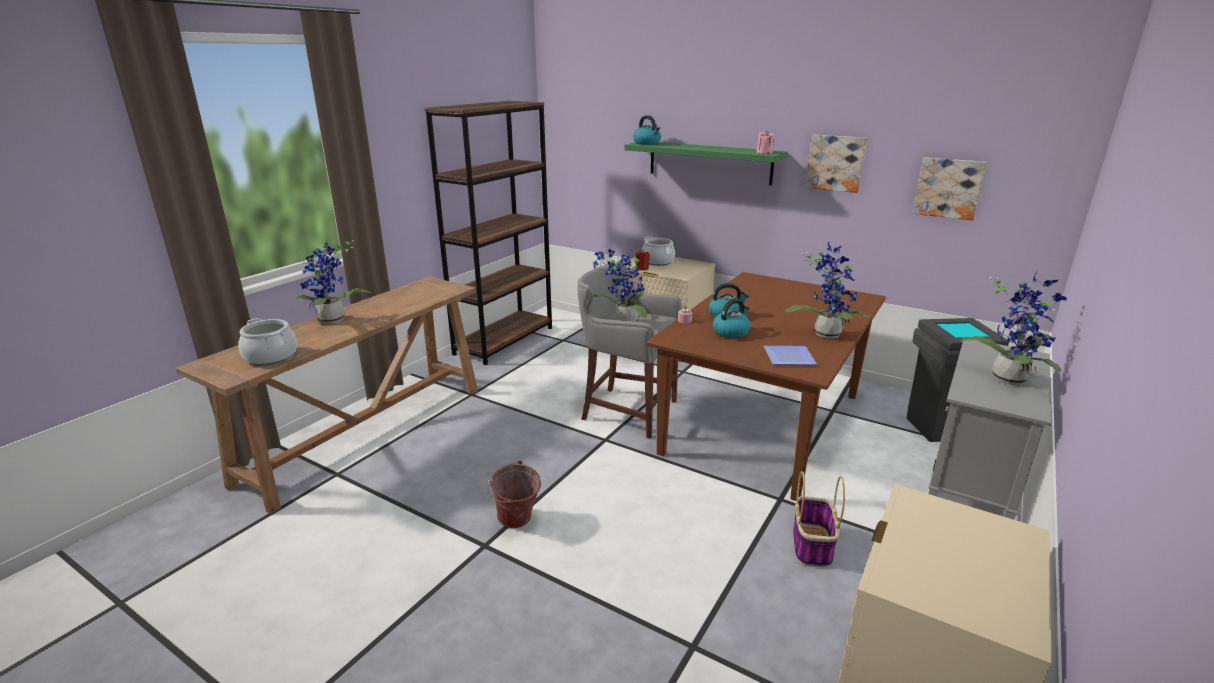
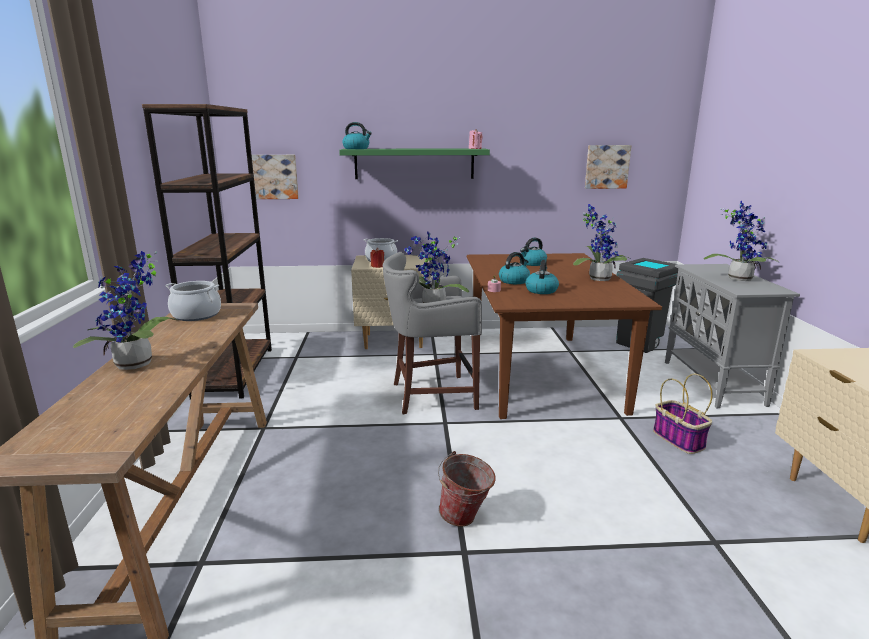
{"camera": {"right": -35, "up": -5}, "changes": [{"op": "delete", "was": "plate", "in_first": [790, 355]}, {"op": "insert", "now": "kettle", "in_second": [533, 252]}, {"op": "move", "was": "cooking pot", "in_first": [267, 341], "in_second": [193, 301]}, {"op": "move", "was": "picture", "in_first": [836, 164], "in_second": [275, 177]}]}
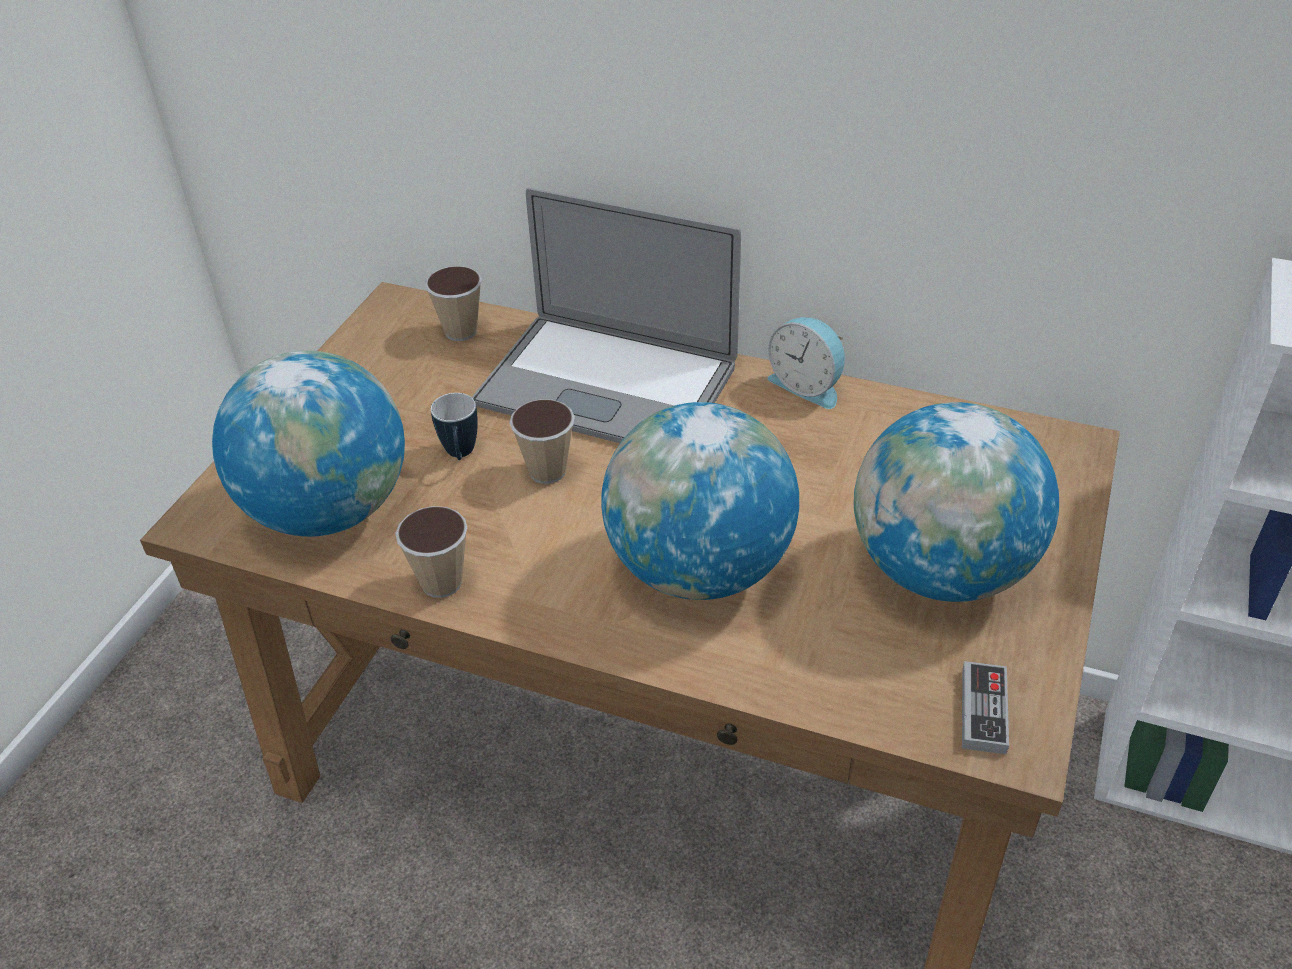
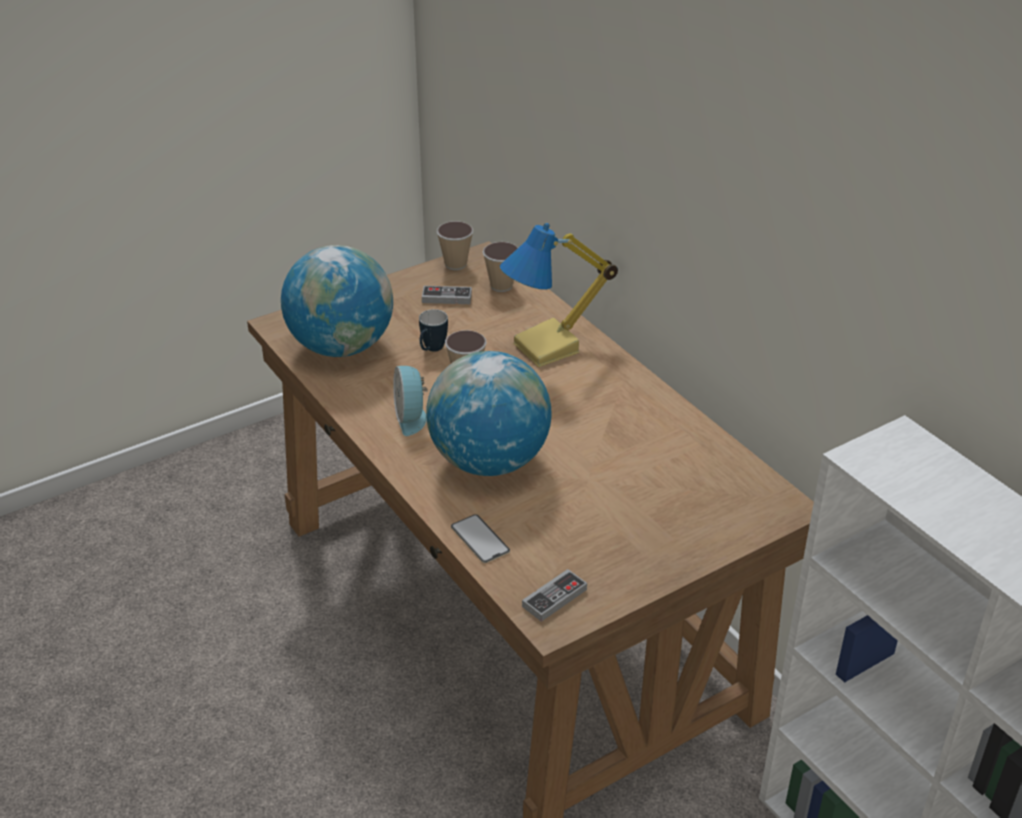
{"camera": {"right": 35, "up": -5}, "changes": [{"op": "delete", "was": "globe", "in_first": [956, 502]}, {"op": "insert", "now": "game controller", "in_second": [447, 295]}, {"op": "insert", "now": "phone", "in_second": [480, 538]}, {"op": "move", "was": "cup", "in_first": [431, 552], "in_second": [455, 245]}, {"op": "move", "was": "alarm clock", "in_first": [806, 363], "in_second": [410, 401]}, {"op": "replace", "was": "laptop", "now": "table lamp", "in_first": [606, 315], "in_second": [559, 295]}]}
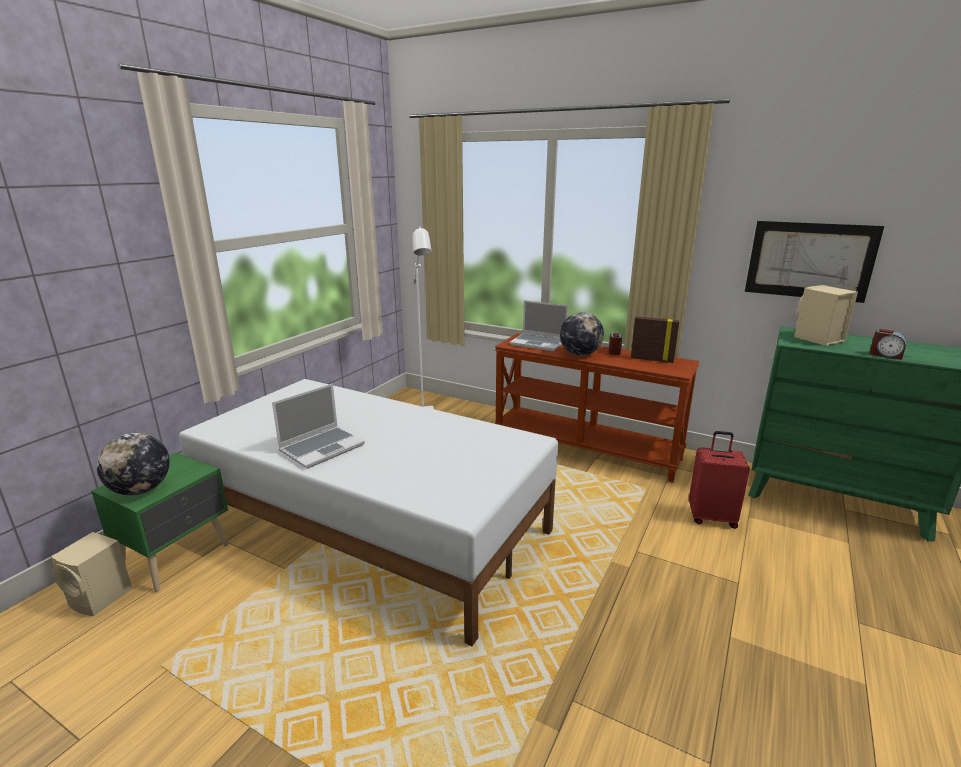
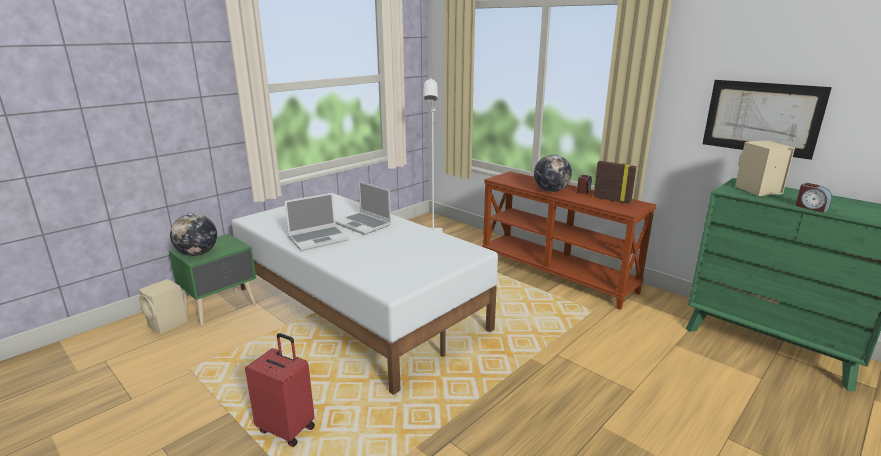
{"camera": {"right": 15, "up": 0}, "changes": [{"op": "move", "was": "laptop", "in_first": [539, 325], "in_second": [363, 208]}, {"op": "move", "was": "red suitcase", "in_first": [719, 480], "in_second": [280, 390]}]}
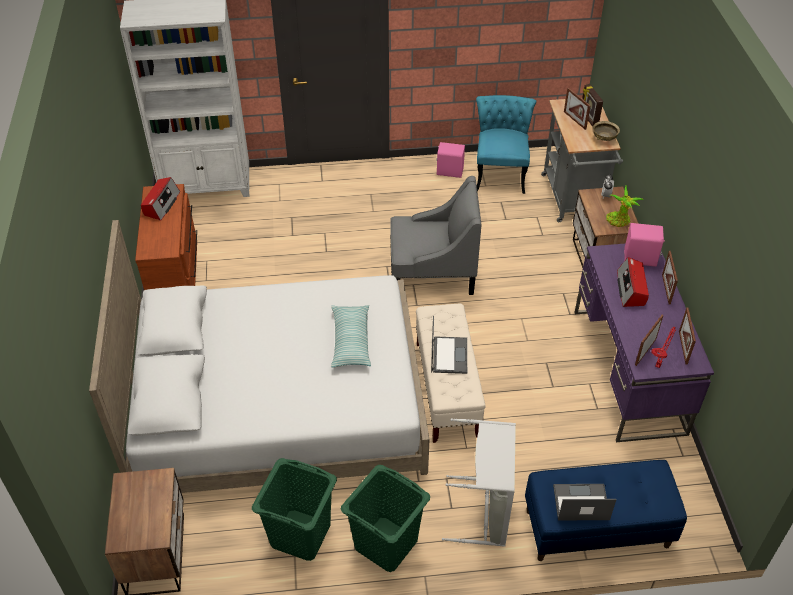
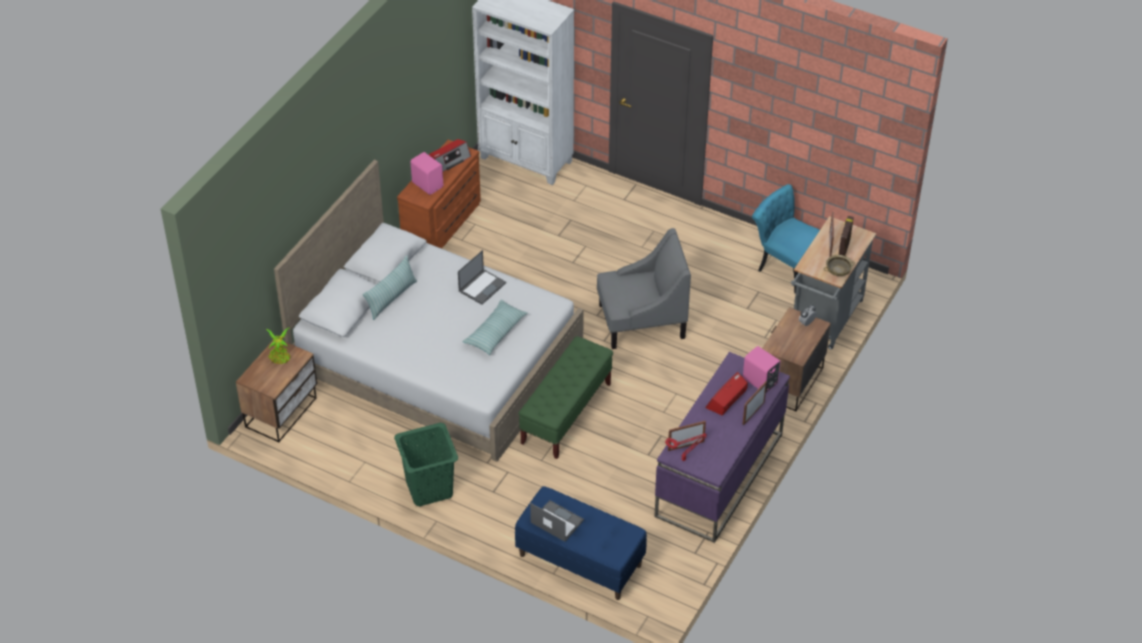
{"camera": {"right": 35, "up": 0}, "changes": [{"op": "delete", "was": "green laundry basket", "in_first": [294, 509]}, {"op": "delete", "was": "grey laundry basket", "in_first": [479, 482]}, {"op": "delete", "was": "picture frame", "in_first": [687, 336]}, {"op": "insert", "now": "pillow", "in_second": [390, 287]}, {"op": "move", "was": "laptop", "in_first": [449, 345], "in_second": [482, 277]}, {"op": "move", "was": "pink speaker", "in_first": [450, 160], "in_second": [427, 173]}, {"op": "move", "was": "potted plant", "in_first": [625, 206], "in_second": [278, 346]}, {"op": "recolor", "was": "beige bench", "now": "green bench", "in_first": [451, 373], "in_second": [565, 397]}, {"op": "rotate", "was": "grey armchair", "in_first": [435, 235], "in_second": [644, 288], "clockwise": -45}, {"op": "rotate", "was": "turquoise chair", "in_first": [506, 144], "in_second": [786, 239], "clockwise": -90}]}
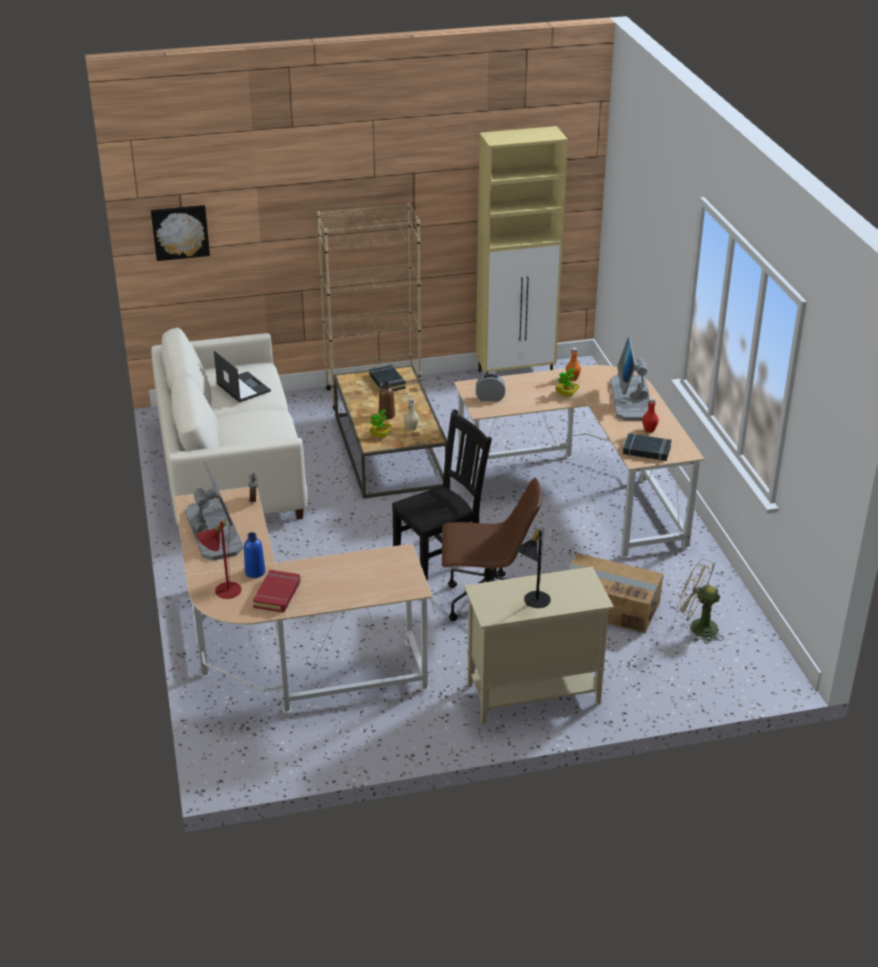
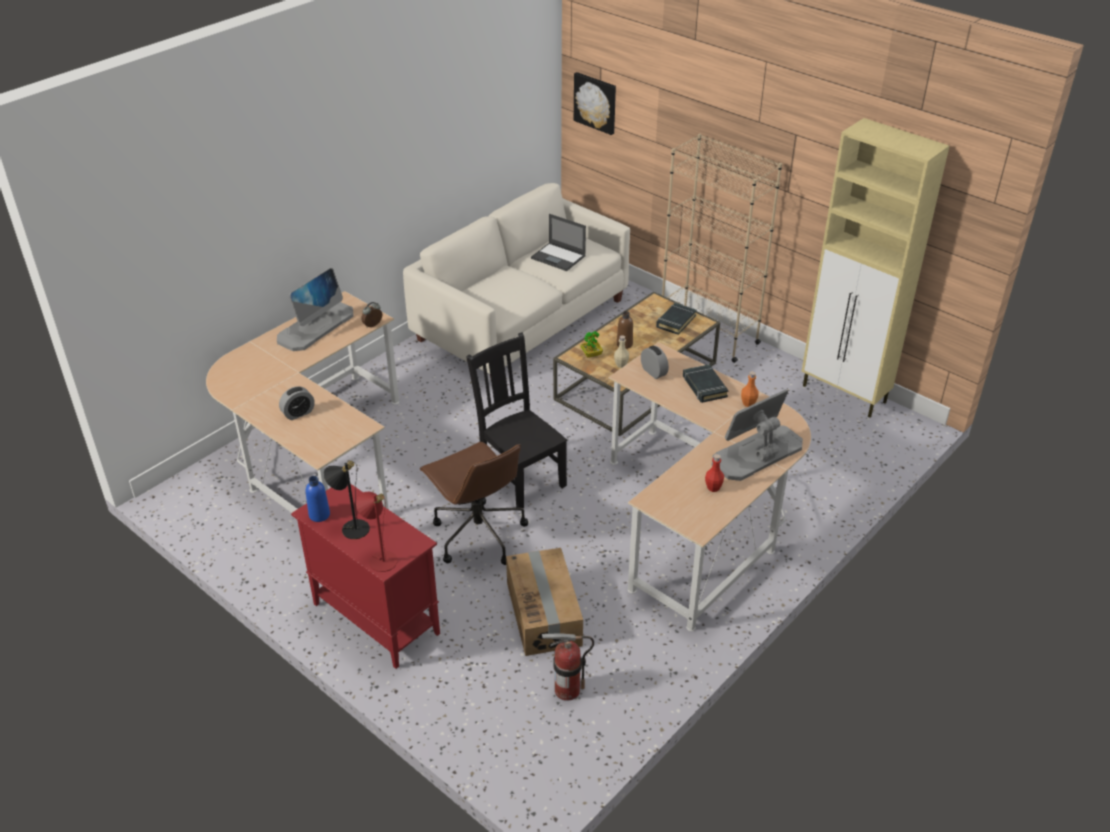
{"camera": {"right": 55, "up": 5}, "changes": [{"op": "delete", "was": "red book", "in_first": [277, 591]}, {"op": "delete", "was": "potted plant", "in_first": [567, 382]}, {"op": "insert", "now": "alarm clock", "in_second": [297, 403]}, {"op": "move", "was": "red table lamp", "in_first": [219, 559], "in_second": [377, 531]}, {"op": "move", "was": "blue bottle", "in_first": [254, 555], "in_second": [318, 499]}, {"op": "move", "was": "black book", "in_first": [647, 447], "in_second": [705, 383]}, {"op": "replace", "was": "beige fan", "now": "fire extinguisher", "in_first": [700, 601], "in_second": [568, 667]}, {"op": "recolor", "was": "beige cabinet", "now": "red cabinet", "in_first": [539, 645], "in_second": [365, 576]}, {"op": "rotate", "was": "laptop", "in_first": [242, 376], "in_second": [558, 242], "clockwise": 105}, {"op": "rotate", "was": "black chair", "in_first": [442, 495], "in_second": [516, 420], "clockwise": -150}]}
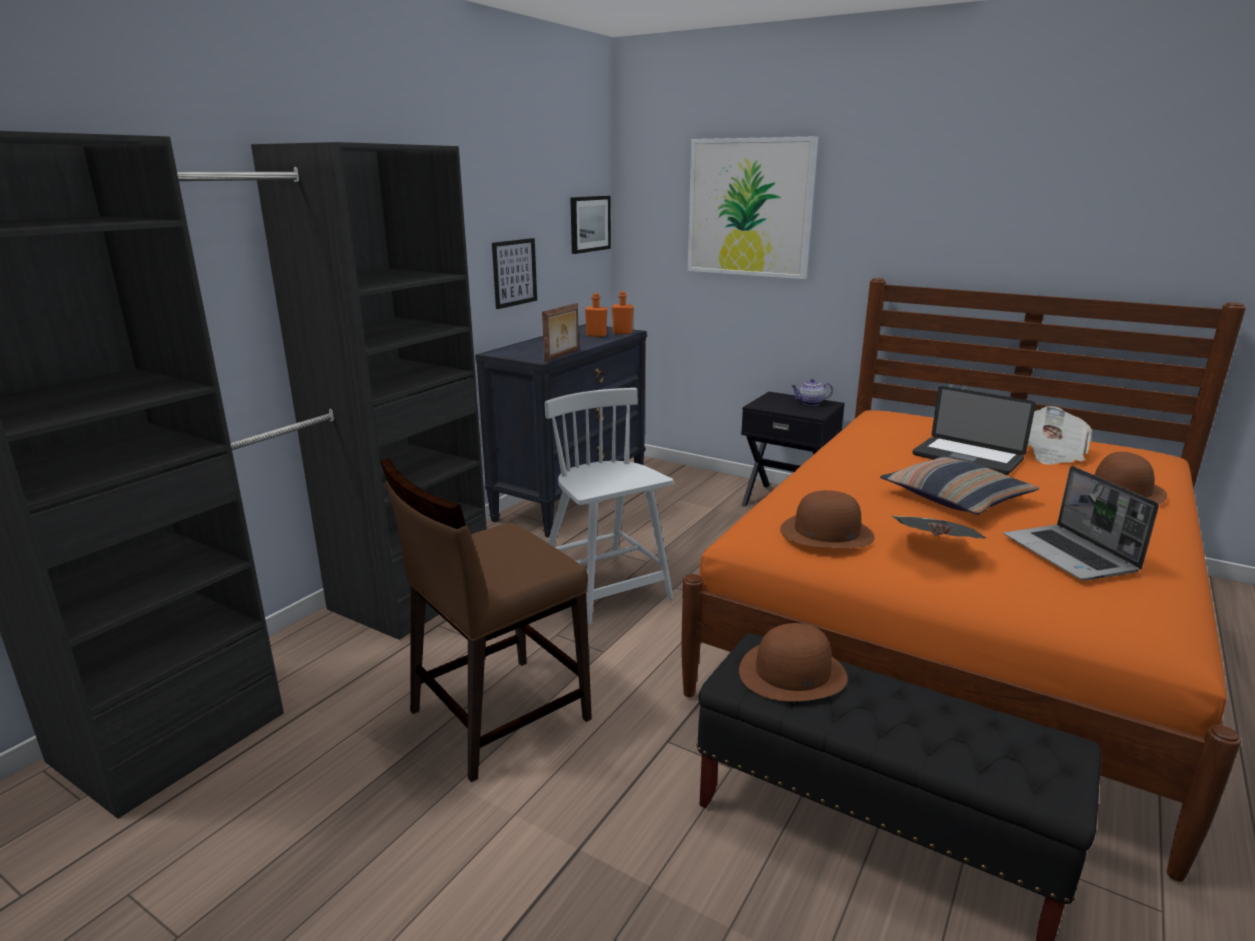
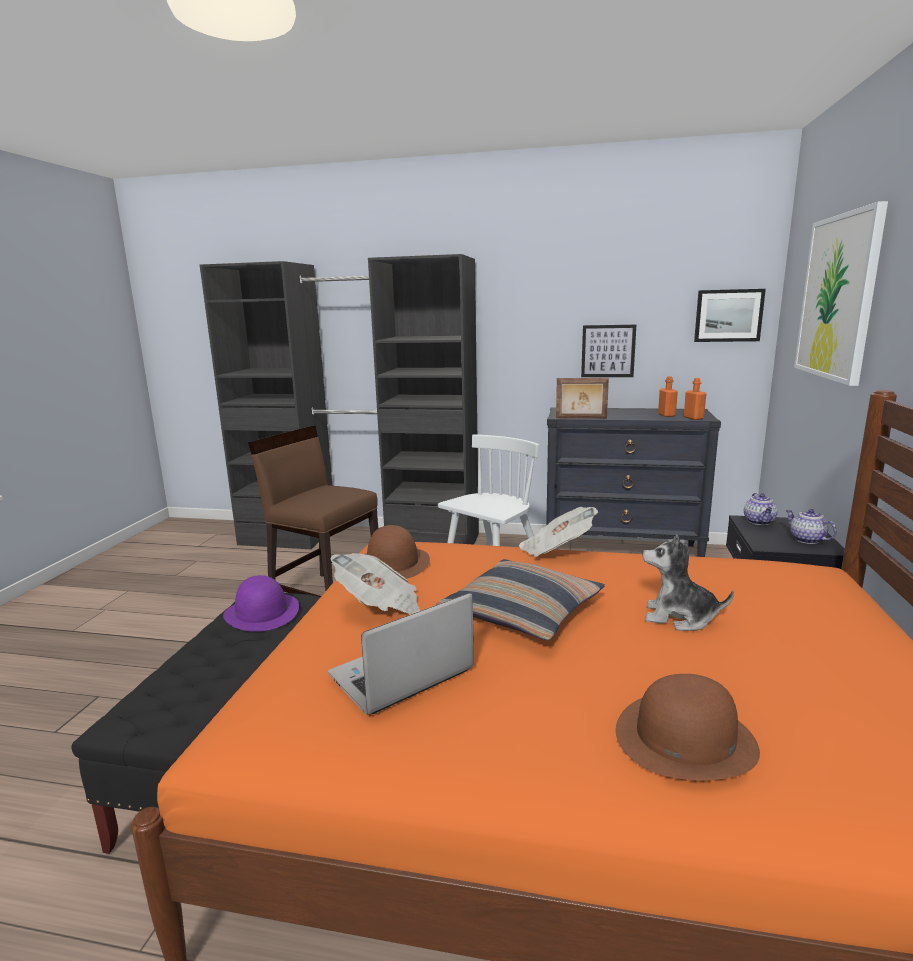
{"camera": {"right": 70, "up": -5}, "changes": [{"op": "insert", "now": "teapot", "in_second": [761, 509]}, {"op": "move", "was": "newspaper", "in_first": [1060, 435], "in_second": [558, 532]}, {"op": "replace", "was": "laptop", "now": "plush toy", "in_first": [974, 430], "in_second": [688, 582]}, {"op": "recolor", "was": "brown hat", "now": "purple hat", "in_first": [793, 662], "in_second": [261, 603]}]}
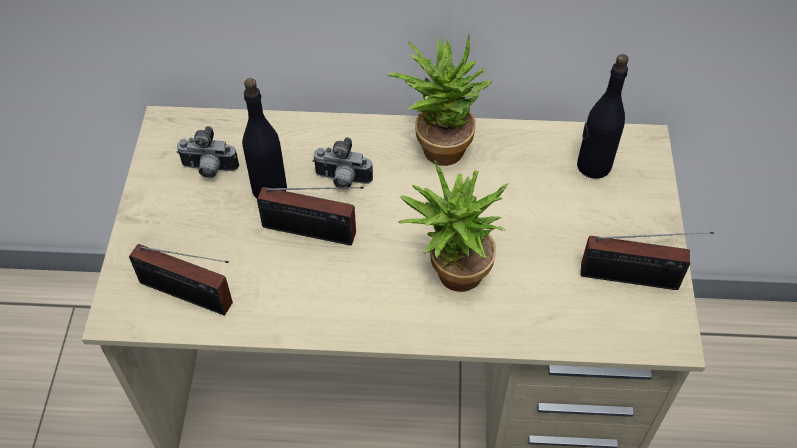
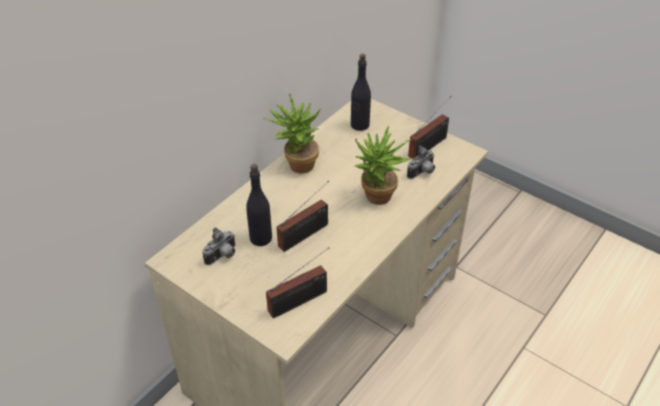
{"camera": {"right": -55, "up": -10}, "changes": [{"op": "move", "was": "photo camera", "in_first": [343, 163], "in_second": [421, 162]}]}
